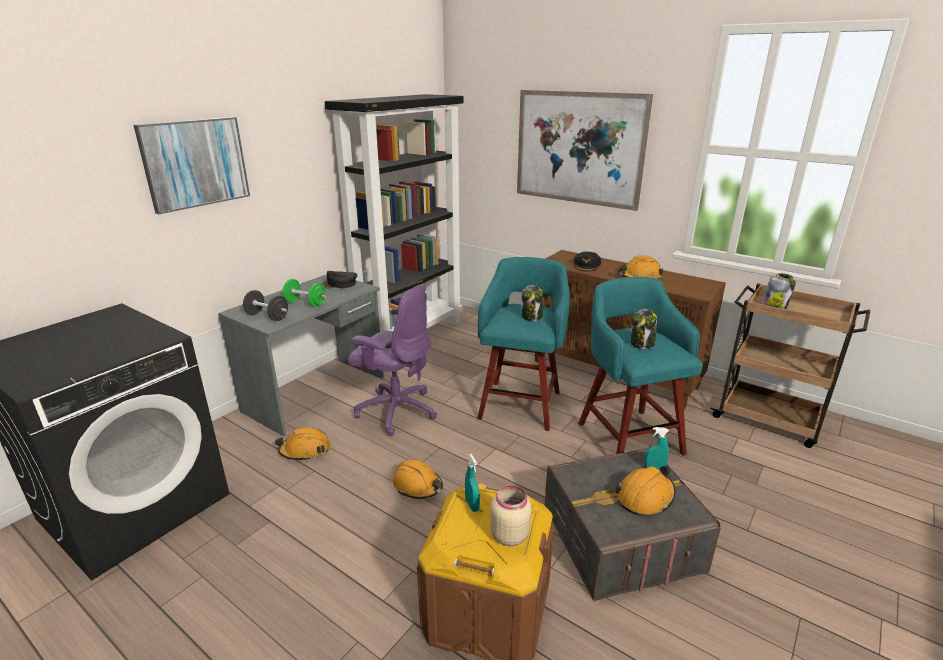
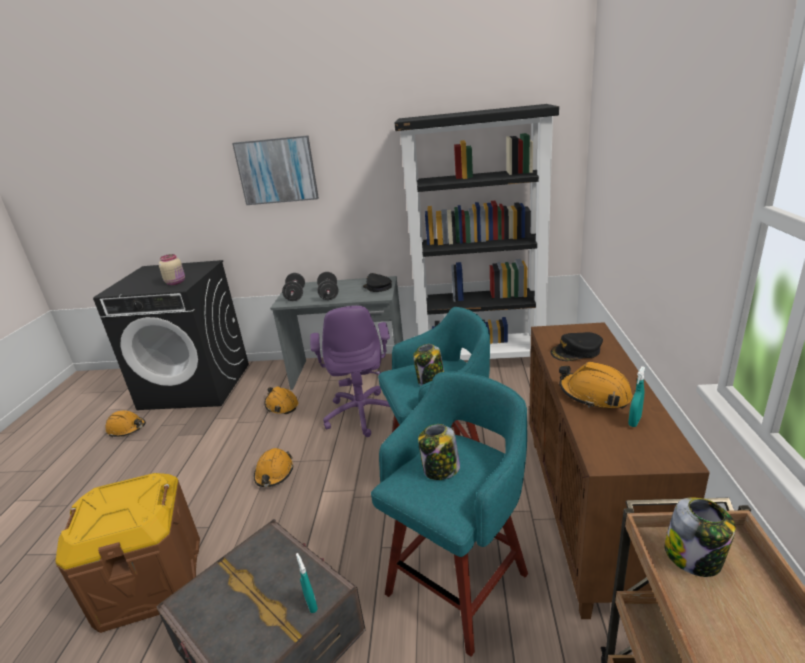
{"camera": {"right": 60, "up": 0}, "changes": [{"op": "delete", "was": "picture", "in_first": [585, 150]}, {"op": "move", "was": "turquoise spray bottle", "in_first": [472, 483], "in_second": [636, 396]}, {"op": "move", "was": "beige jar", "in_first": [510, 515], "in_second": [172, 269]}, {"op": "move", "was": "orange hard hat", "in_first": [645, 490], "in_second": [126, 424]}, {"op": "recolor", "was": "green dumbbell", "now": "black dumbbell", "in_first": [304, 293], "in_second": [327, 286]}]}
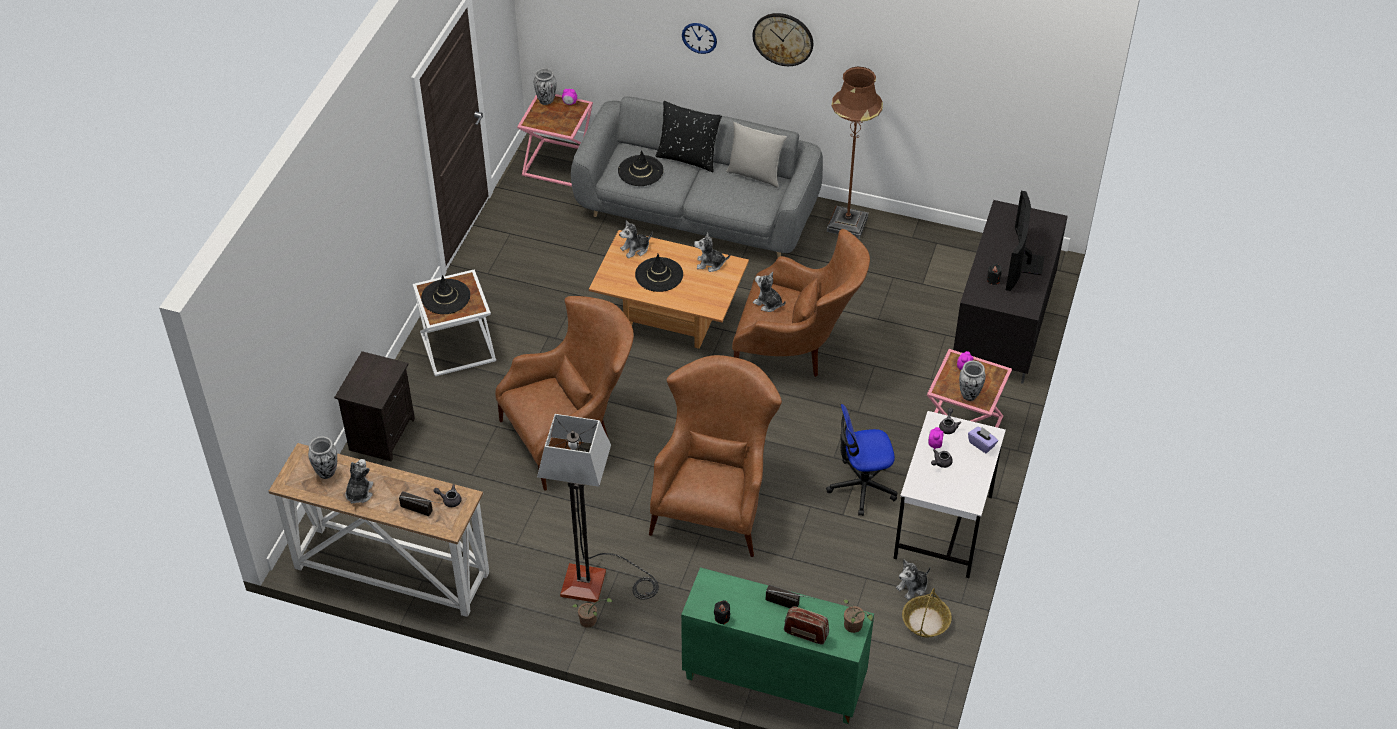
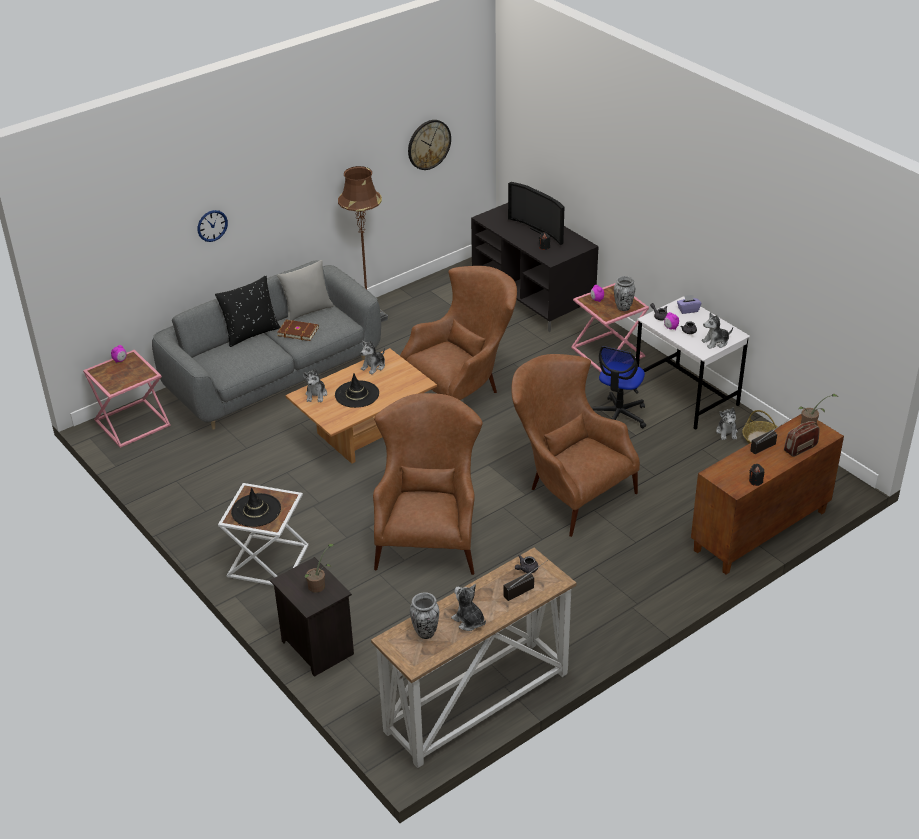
{"camera": {"right": -55, "up": -10}, "changes": [{"op": "delete", "was": "vase", "in_first": [545, 86]}, {"op": "delete", "was": "floor lamp", "in_first": [598, 508]}, {"op": "delete", "was": "black hat", "in_first": [641, 168]}, {"op": "insert", "now": "brown book", "in_second": [298, 330]}, {"op": "move", "was": "potted plant", "in_first": [592, 613], "in_second": [319, 568]}, {"op": "move", "was": "wall clock", "in_first": [783, 39], "in_second": [429, 145]}, {"op": "move", "was": "plush toy", "in_first": [769, 292], "in_second": [717, 330]}, {"op": "recolor", "was": "green cabinet", "now": "brown cabinet", "in_first": [777, 645], "in_second": [767, 494]}]}
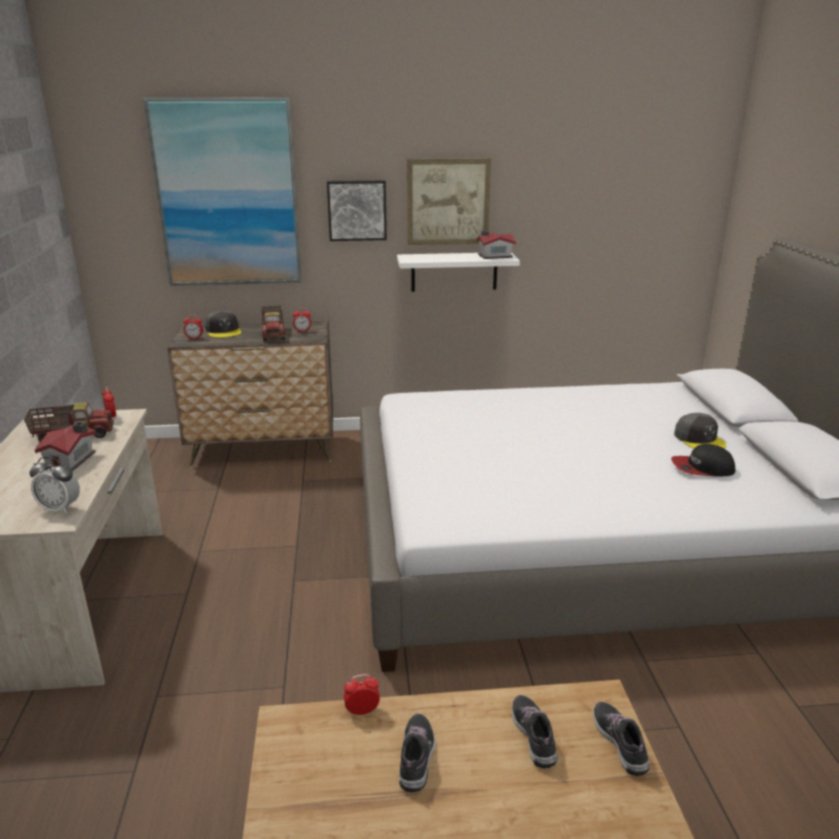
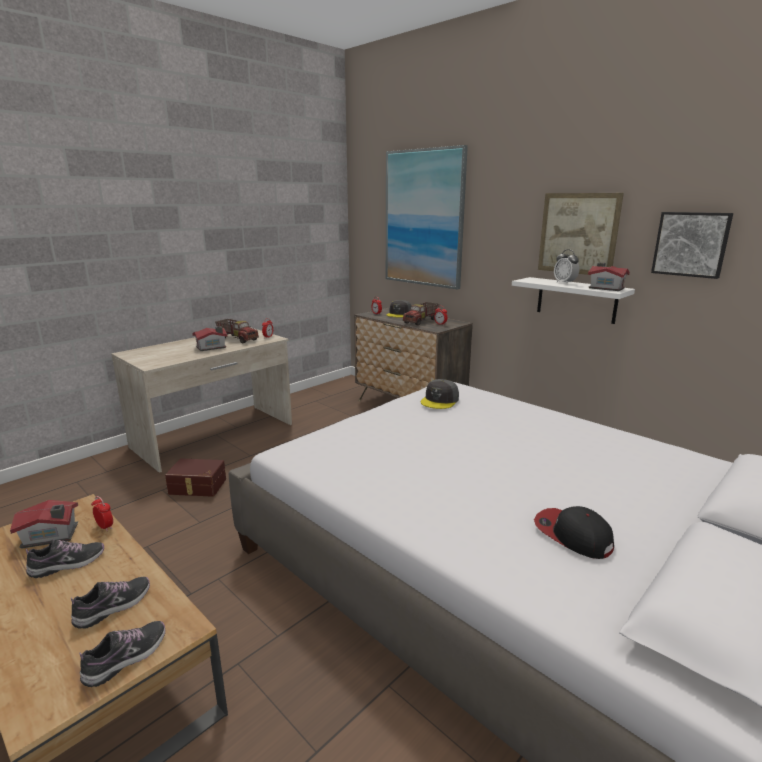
{"camera": {"right": 50, "up": -5}, "changes": [{"op": "insert", "now": "toy house", "in_second": [44, 524]}, {"op": "insert", "now": "brown storage box", "in_second": [195, 477]}, {"op": "move", "was": "alarm clock", "in_first": [54, 485], "in_second": [567, 266]}, {"op": "move", "was": "picture", "in_first": [357, 210], "in_second": [692, 245]}, {"op": "move", "was": "grey cap", "in_first": [700, 431], "in_second": [440, 394]}]}
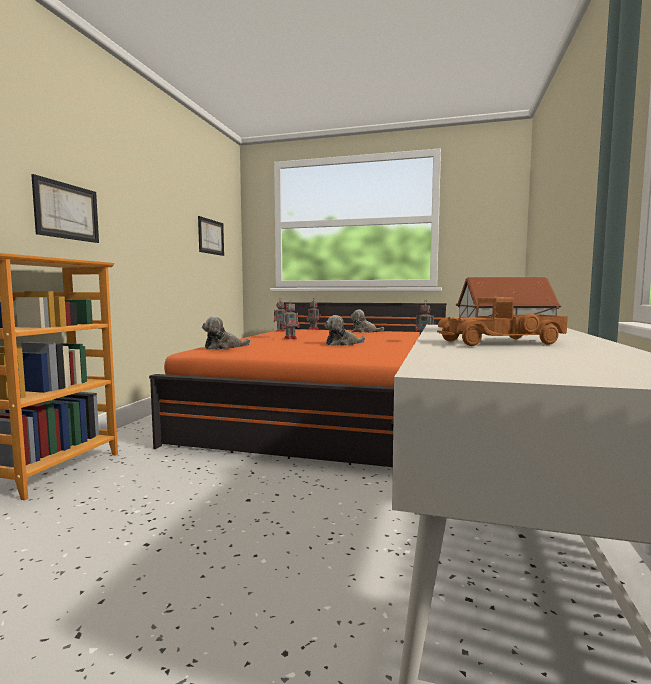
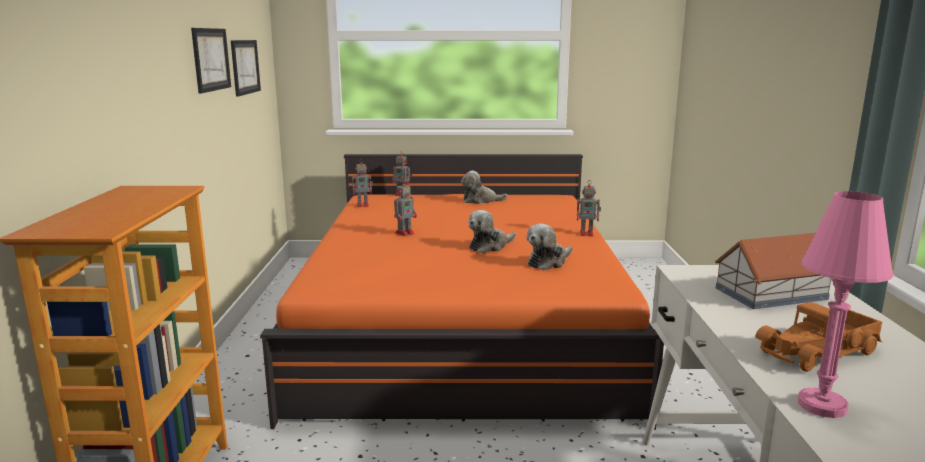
{"camera": {"right": -15, "up": 10}, "changes": [{"op": "insert", "now": "pink table lamp", "in_second": [845, 304]}, {"op": "move", "was": "picture", "in_first": [65, 208], "in_second": [211, 61]}, {"op": "move", "was": "plush toy", "in_first": [226, 332], "in_second": [549, 247]}]}
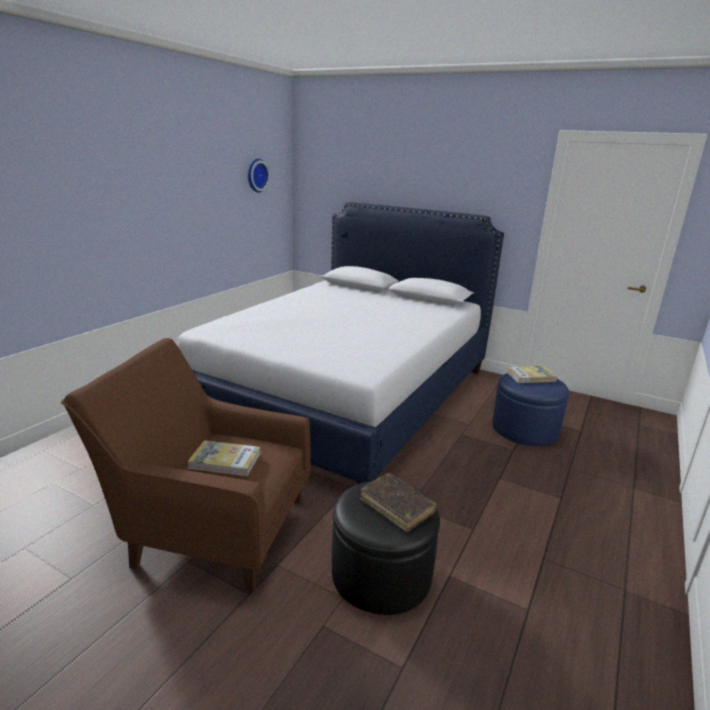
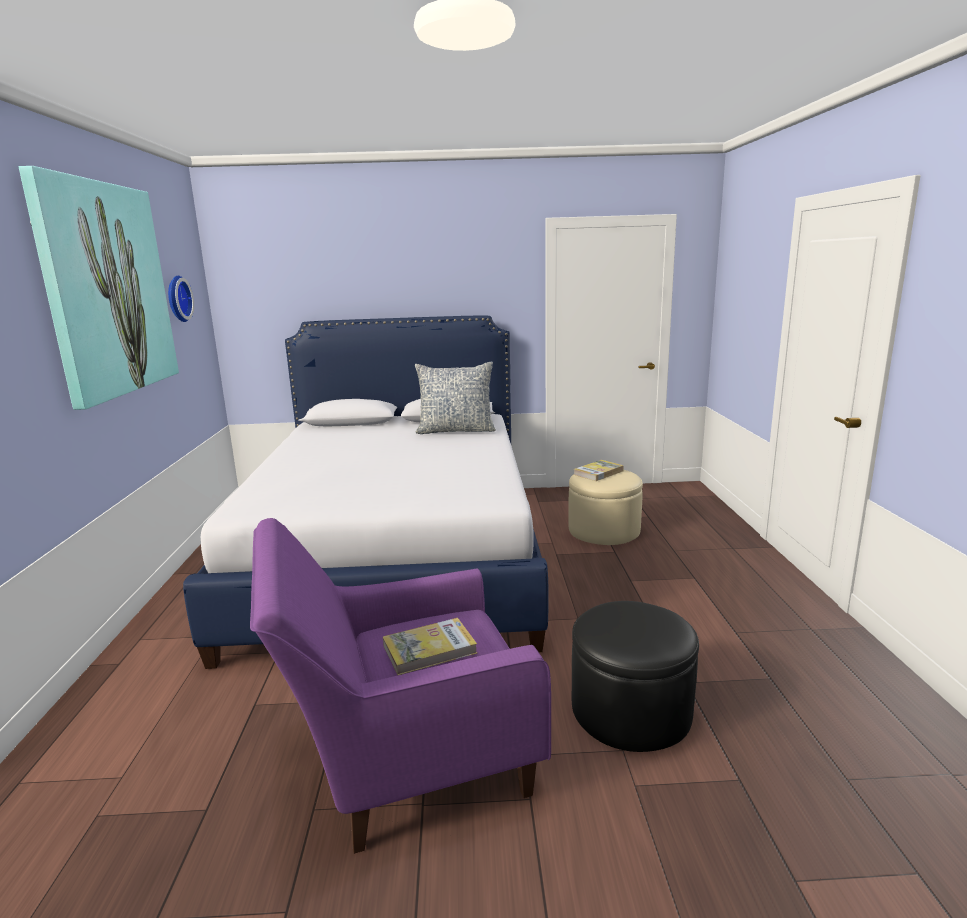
{"camera": {"right": -30, "up": -5}, "changes": [{"op": "delete", "was": "brown book", "in_first": [398, 502]}, {"op": "insert", "now": "picture", "in_second": [99, 288]}, {"op": "insert", "now": "pillow", "in_second": [455, 397]}, {"op": "recolor", "was": "brown armchair", "now": "purple armchair", "in_first": [186, 465], "in_second": [400, 686]}, {"op": "recolor", "was": "blue ottoman", "now": "beige ottoman", "in_first": [530, 409], "in_second": [605, 507]}]}
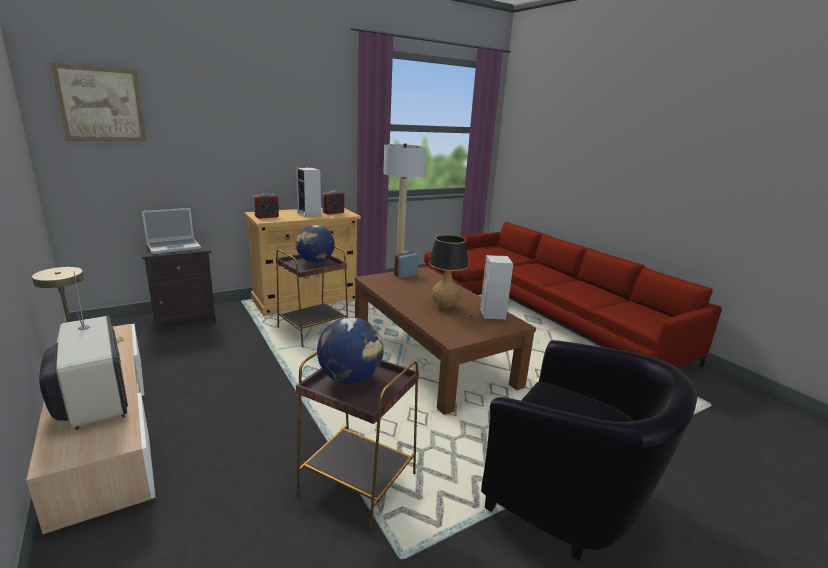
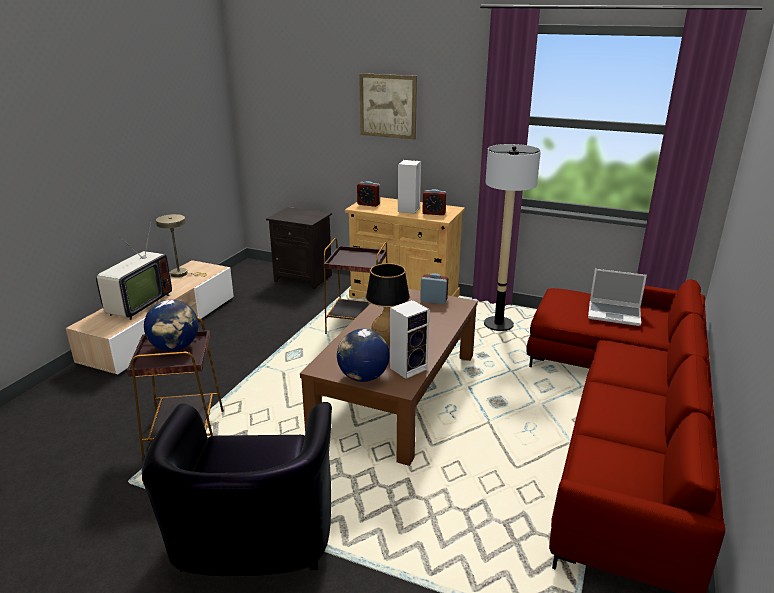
{"camera": {"right": 55, "up": 5}, "changes": [{"op": "move", "was": "picture", "in_first": [98, 102], "in_second": [388, 106]}, {"op": "move", "was": "laptop", "in_first": [171, 231], "in_second": [617, 297]}, {"op": "move", "was": "globe", "in_first": [315, 244], "in_second": [363, 355]}]}
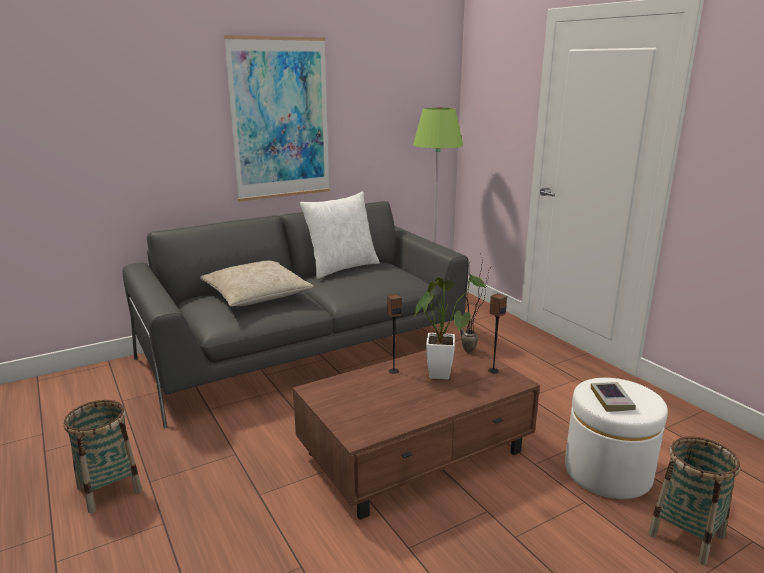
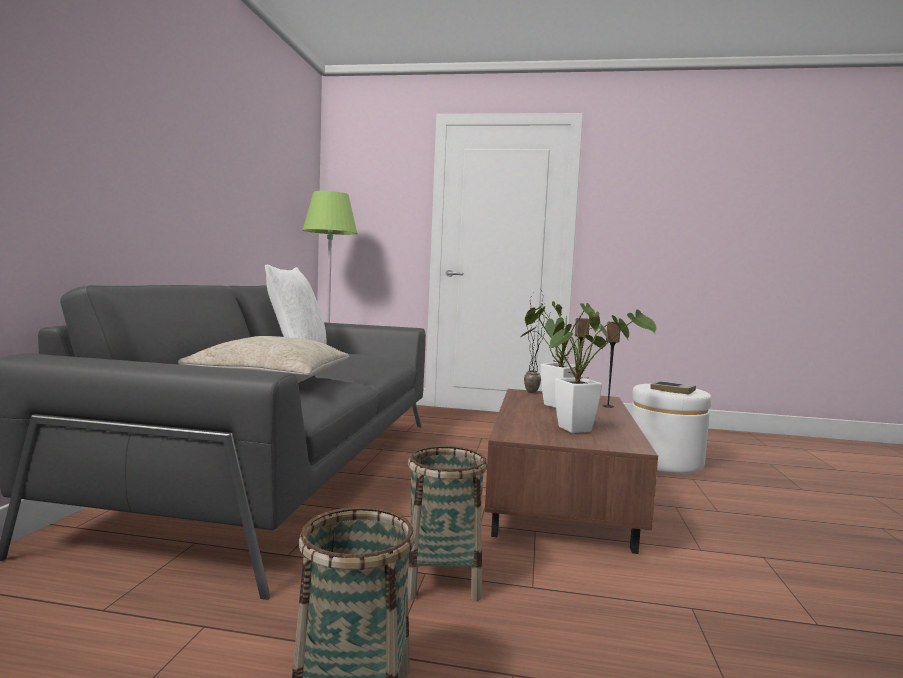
{"camera": {"right": -50, "up": -15}, "changes": [{"op": "delete", "was": "picture", "in_first": [277, 118]}, {"op": "insert", "now": "potted plant", "in_second": [590, 368]}, {"op": "move", "was": "speaker", "in_first": [394, 334], "in_second": [611, 365]}, {"op": "move", "was": "basket", "in_first": [694, 500], "in_second": [447, 523]}]}
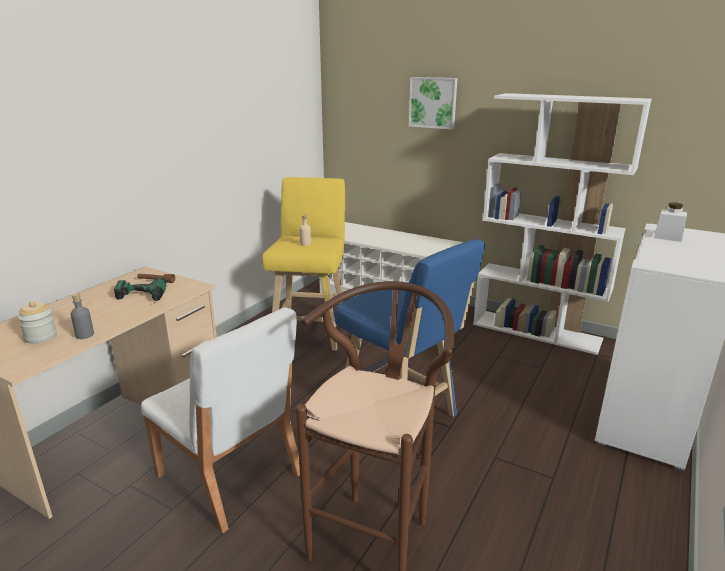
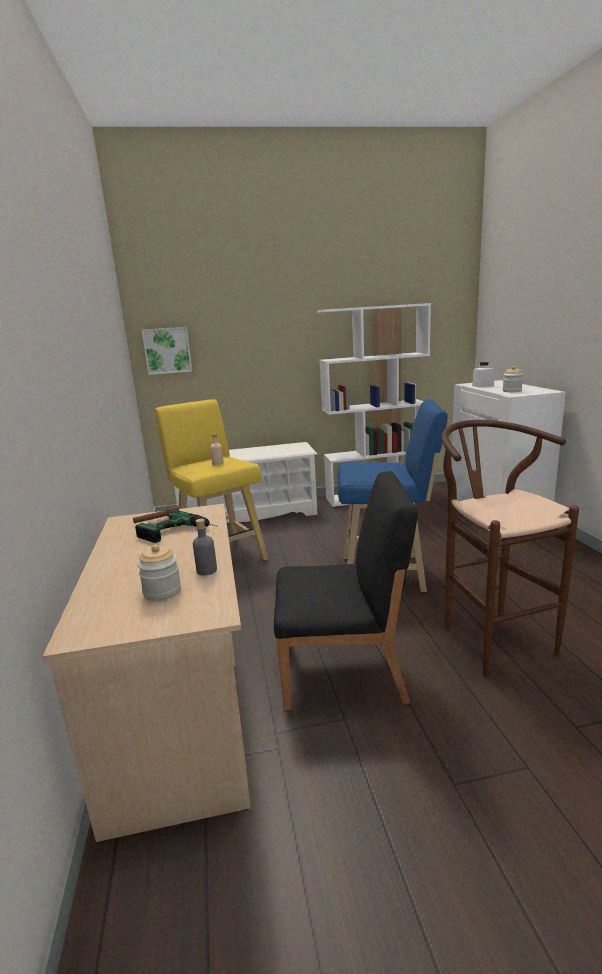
{"camera": {"right": -40, "up": -5}, "changes": [{"op": "insert", "now": "jar", "in_second": [512, 379]}, {"op": "move", "was": "picture", "in_first": [433, 103], "in_second": [167, 351]}, {"op": "recolor", "was": "white chair", "now": "black chair", "in_first": [220, 420], "in_second": [345, 591]}]}
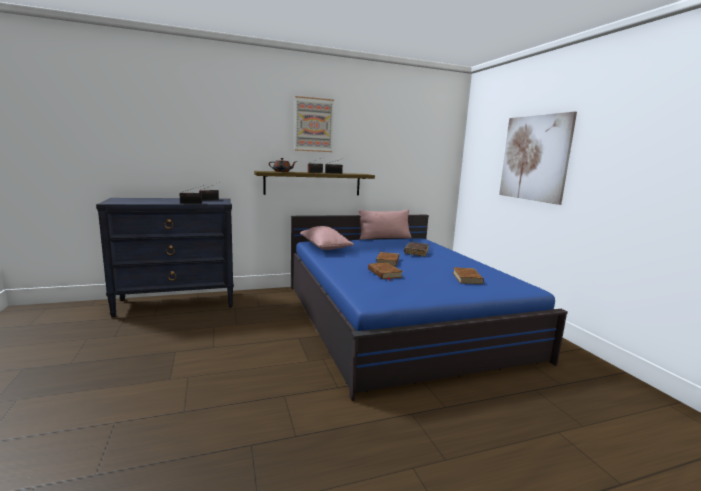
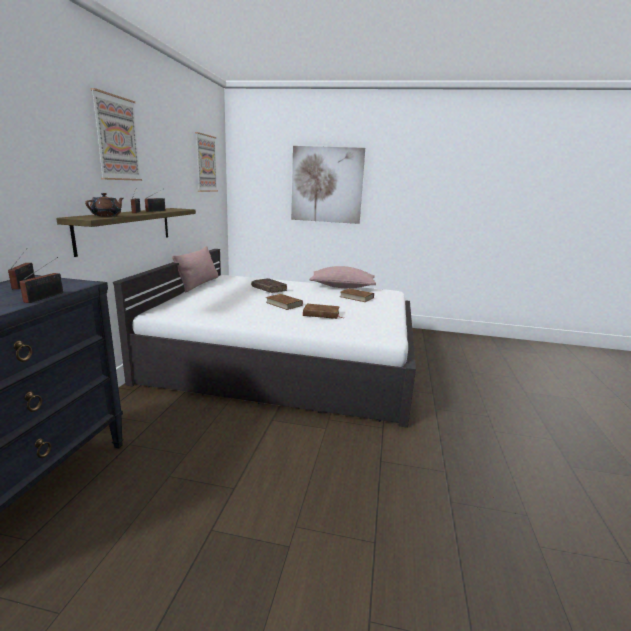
{"camera": {"right": -60, "up": 5}, "changes": [{"op": "insert", "now": "picture", "in_second": [206, 162]}, {"op": "move", "was": "pink pillow", "in_first": [327, 238], "in_second": [343, 277]}, {"op": "recolor", "was": "blue bed", "now": "white bed", "in_first": [429, 308], "in_second": [264, 338]}]}
